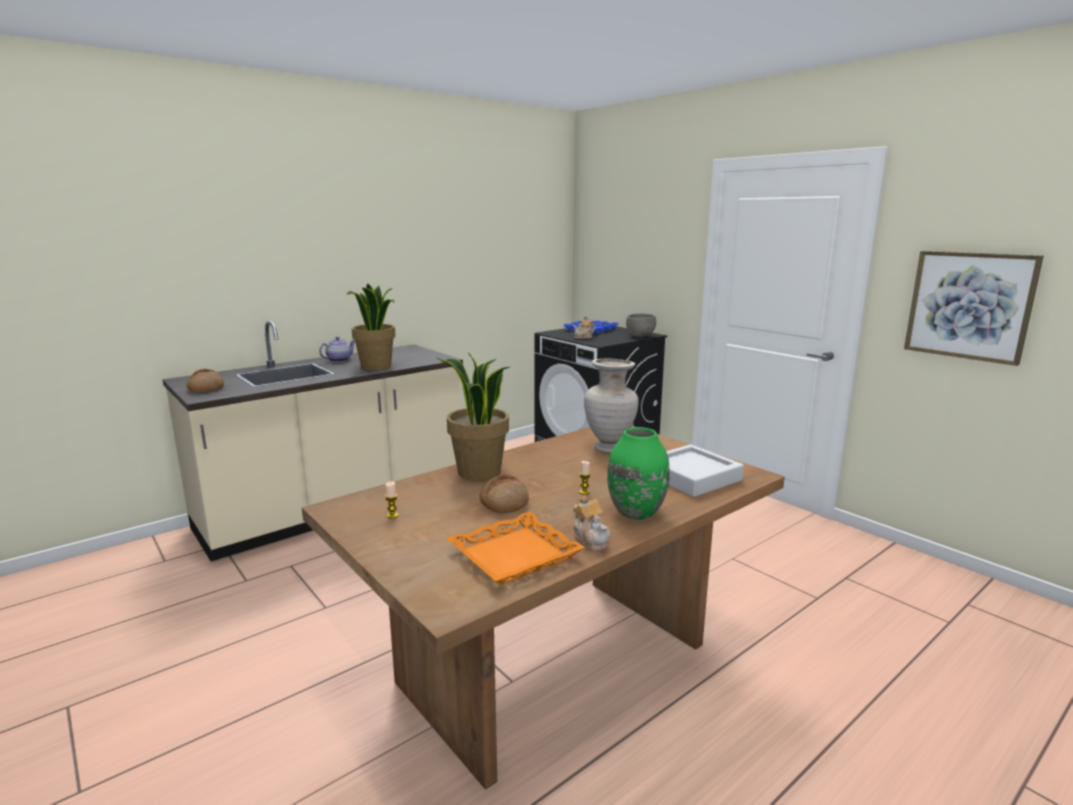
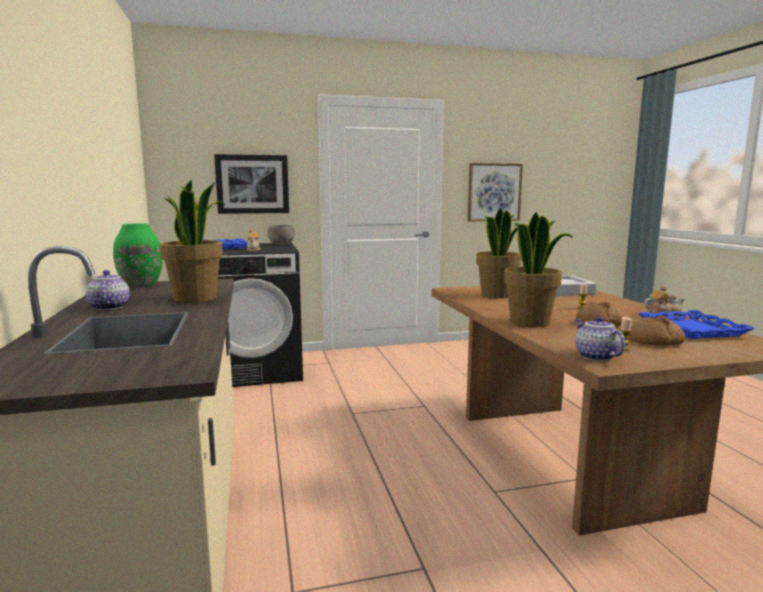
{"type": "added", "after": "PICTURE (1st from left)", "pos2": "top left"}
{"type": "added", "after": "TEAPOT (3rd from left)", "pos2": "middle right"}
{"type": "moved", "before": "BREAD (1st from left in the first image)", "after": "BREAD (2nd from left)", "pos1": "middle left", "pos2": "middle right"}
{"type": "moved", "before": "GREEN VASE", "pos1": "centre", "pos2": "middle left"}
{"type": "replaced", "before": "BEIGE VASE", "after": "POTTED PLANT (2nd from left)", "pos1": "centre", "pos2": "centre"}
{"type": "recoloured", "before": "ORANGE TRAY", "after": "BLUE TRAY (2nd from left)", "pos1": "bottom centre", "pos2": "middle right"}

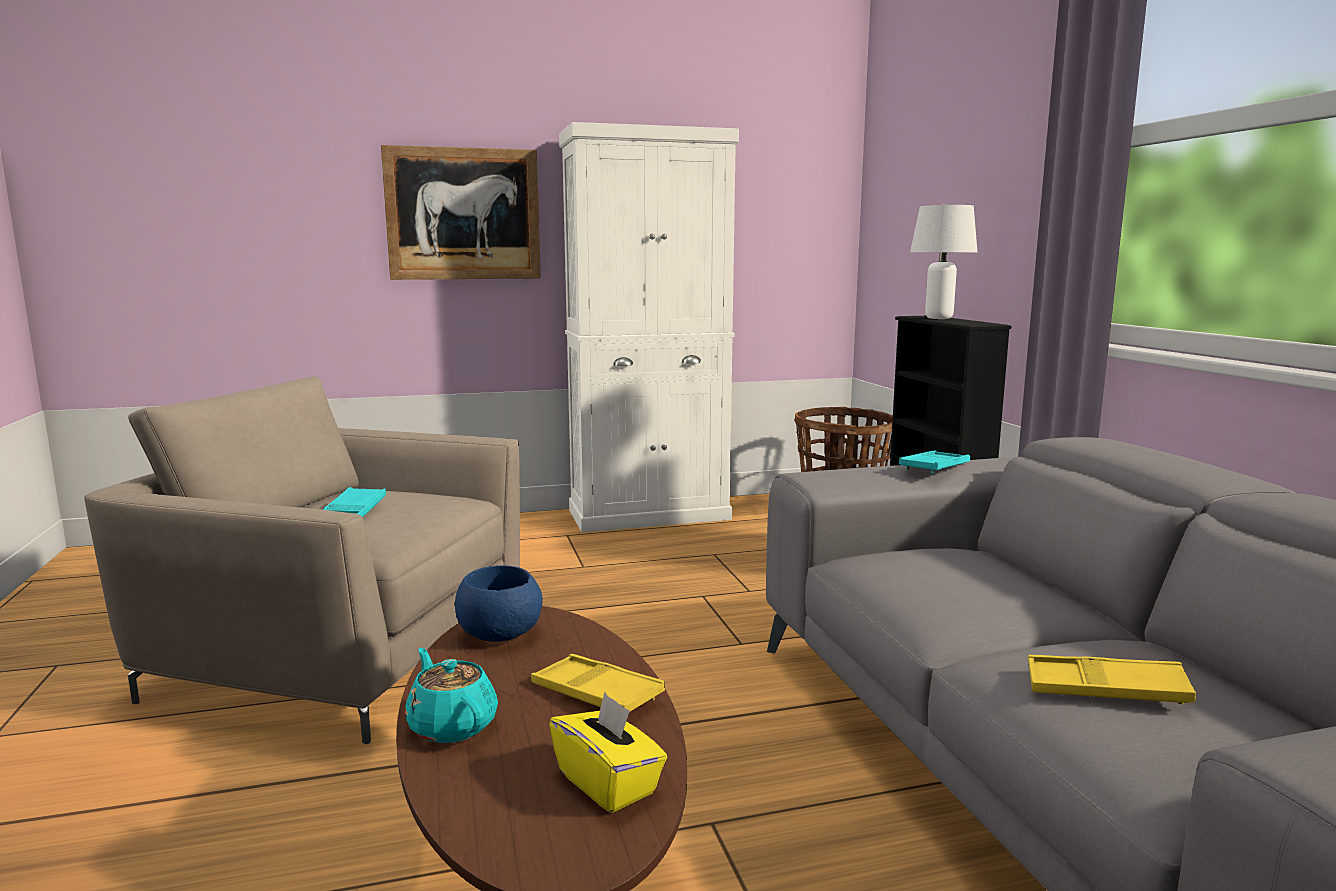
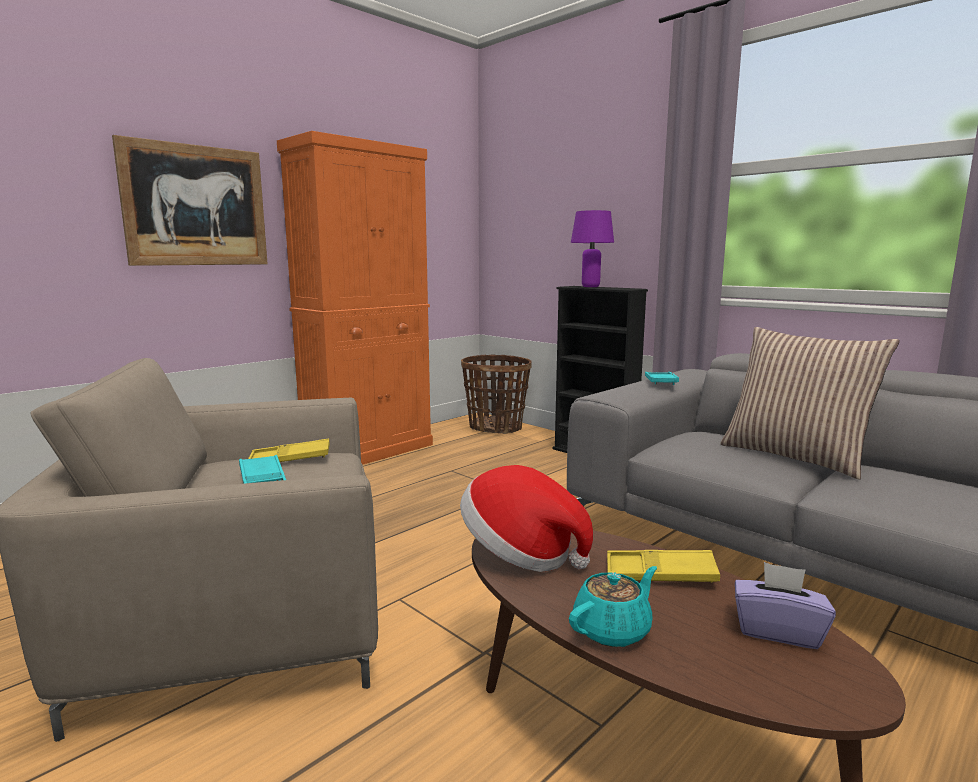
{"type": "added", "after": "PILLOW", "pos2": "middle right"}
{"type": "moved", "before": "YELLOW TRAY (2nd from left in the first image)", "after": "YELLOW TRAY (1st from left)", "pos1": "bottom right", "pos2": "middle left"}
{"type": "replaced", "before": "BLUE BOWL", "after": "HAT", "pos1": "bottom centre", "pos2": "centre"}
{"type": "recoloured", "before": "YELLOW TISSUE BOX", "after": "PURPLE TISSUE BOX", "pos1": "bottom centre", "pos2": "bottom right"}
{"type": "recoloured", "before": "WHITE CABINET", "after": "ORANGE CABINET", "pos1": "centre", "pos2": "centre"}
{"type": "recoloured", "before": "WHITE TABLE LAMP", "after": "PURPLE TABLE LAMP", "pos1": "top right", "pos2": "top centre"}
{"type": "turned", "before": "TURQUOISE TEAPOT", "pos1": "bottom centre", "pos2": "bottom centre", "turn": 120}

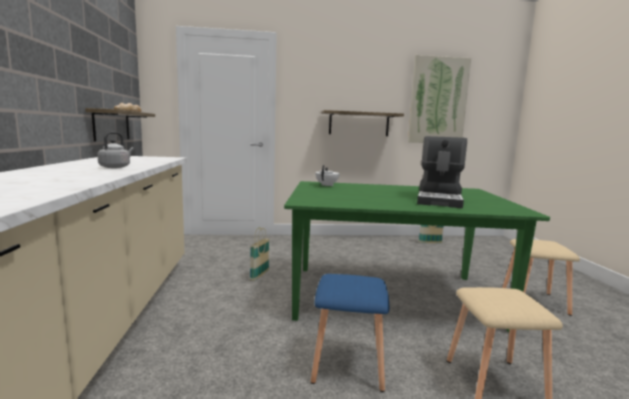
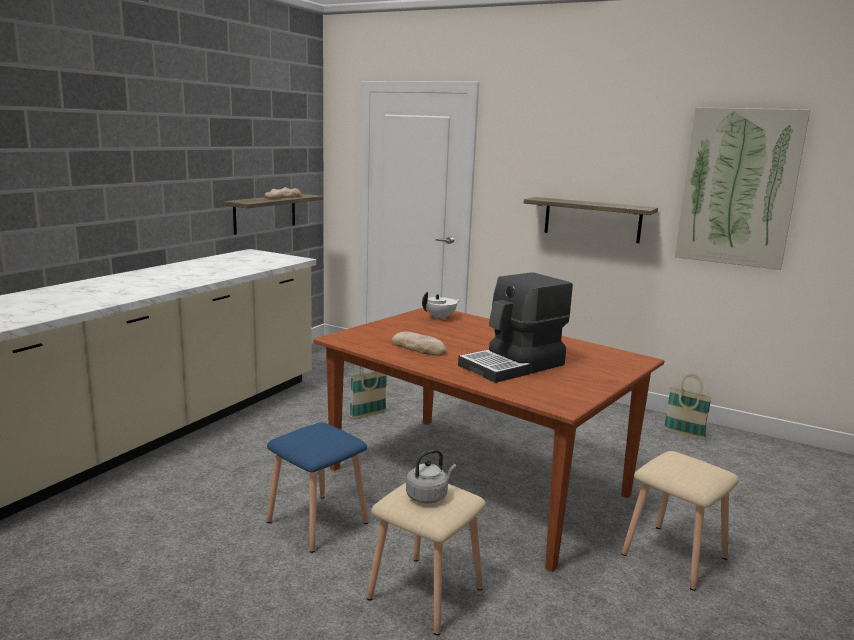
{"type": "added", "after": "BREAD (2nd from left)", "pos2": "centre"}
{"type": "moved", "before": "GREY KETTLE", "pos1": "middle left", "pos2": "bottom centre"}
{"type": "recoloured", "before": "GREEN DINING TABLE", "after": "BROWN DINING TABLE", "pos1": "centre", "pos2": "bottom centre"}

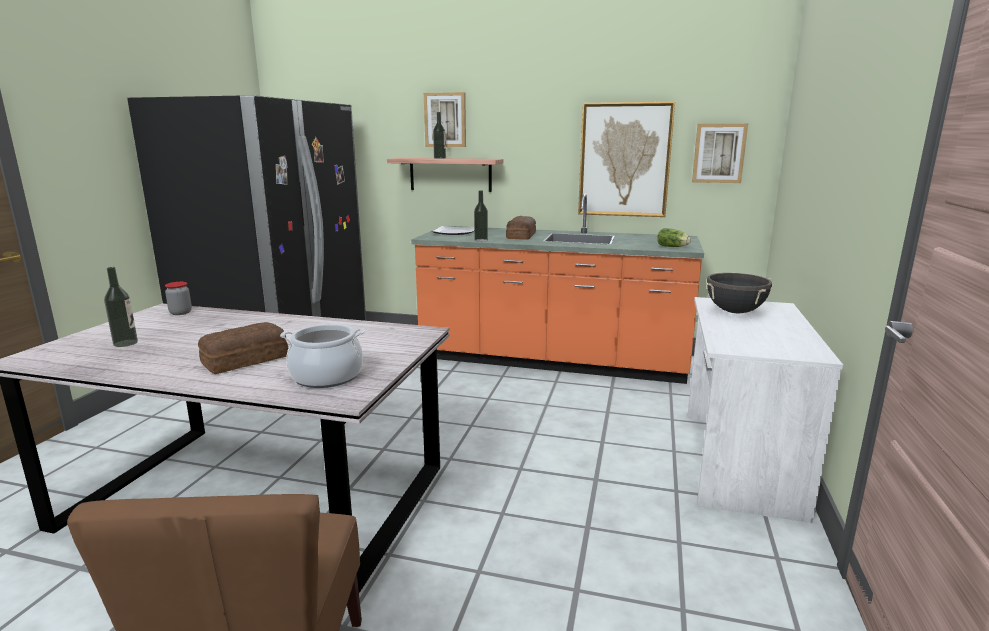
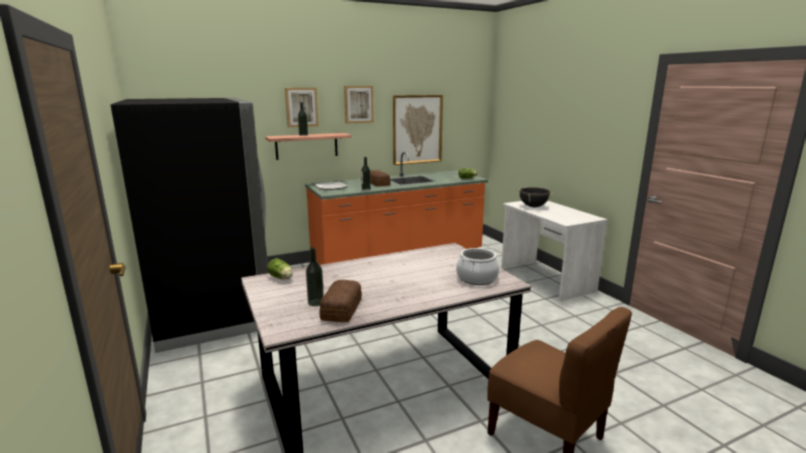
{"type": "moved", "before": "BREAD (1st from left)", "pos1": "middle left", "pos2": "centre"}
{"type": "moved", "before": "PICTURE (3rd from left in the first image)", "after": "PICTURE (2nd from left)", "pos1": "top right", "pos2": "top centre"}
{"type": "replaced", "before": "JAR", "after": "LETTUCE (1st from left)", "pos1": "middle left", "pos2": "centre"}

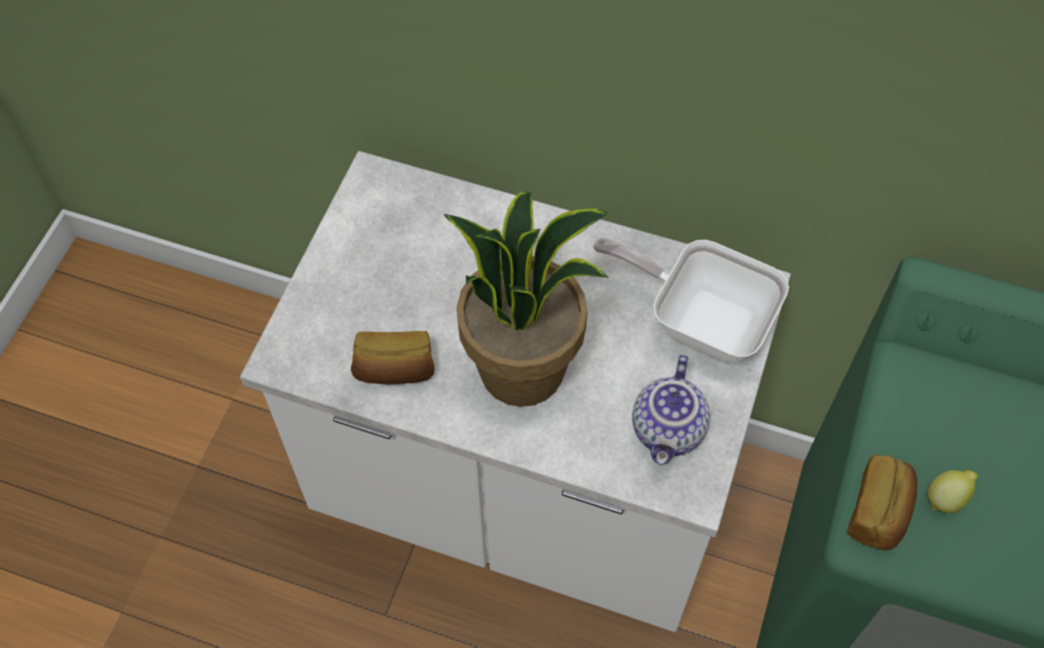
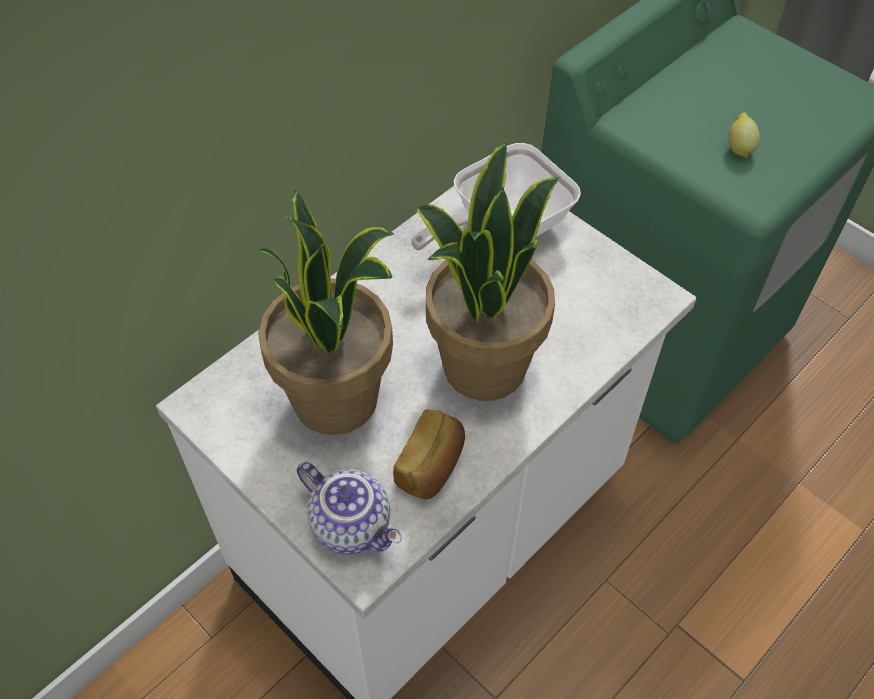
{"type": "removed", "before": "BREAD (2nd from left)", "pos1": "bottom right"}
{"type": "added", "after": "POTTED PLANT (1st from left)", "pos2": "centre"}
{"type": "moved", "before": "TEAPOT", "pos1": "centre", "pos2": "bottom centre"}

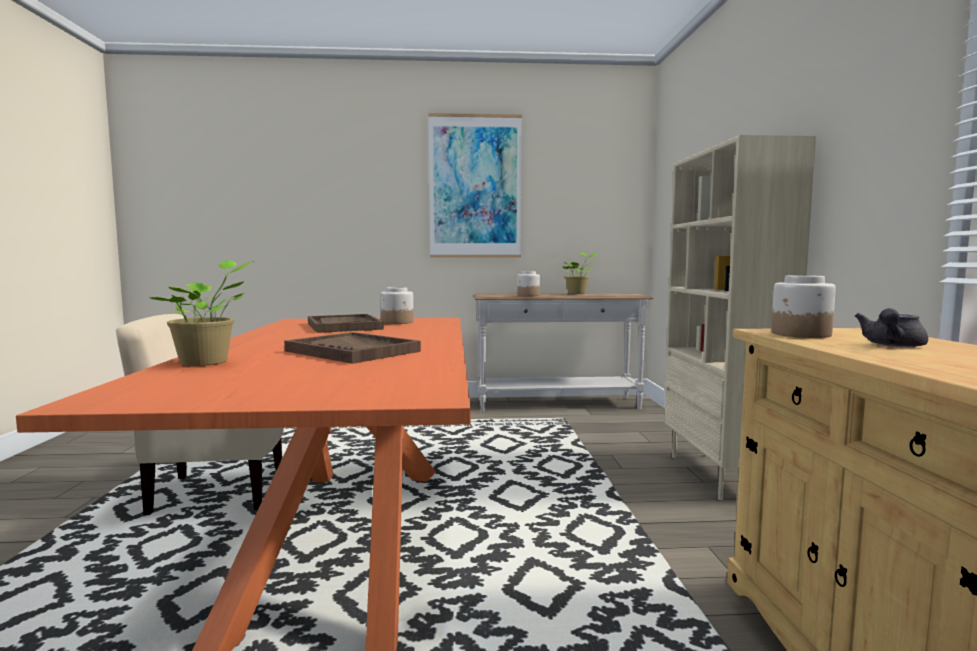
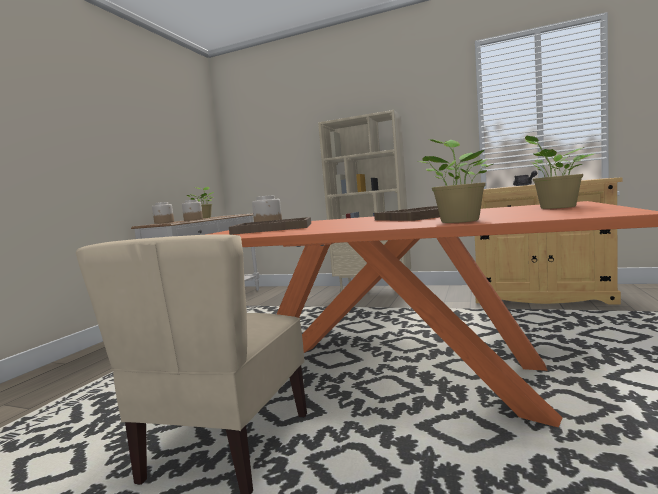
{"type": "removed", "before": "PICTURE", "pos1": "top centre"}
{"type": "added", "after": "POTTED PLANT (3rd from left)", "pos2": "middle right"}
{"type": "moved", "before": "JAR (3rd from left in the first image)", "after": "JAR (1st from left)", "pos1": "middle right", "pos2": "middle left"}

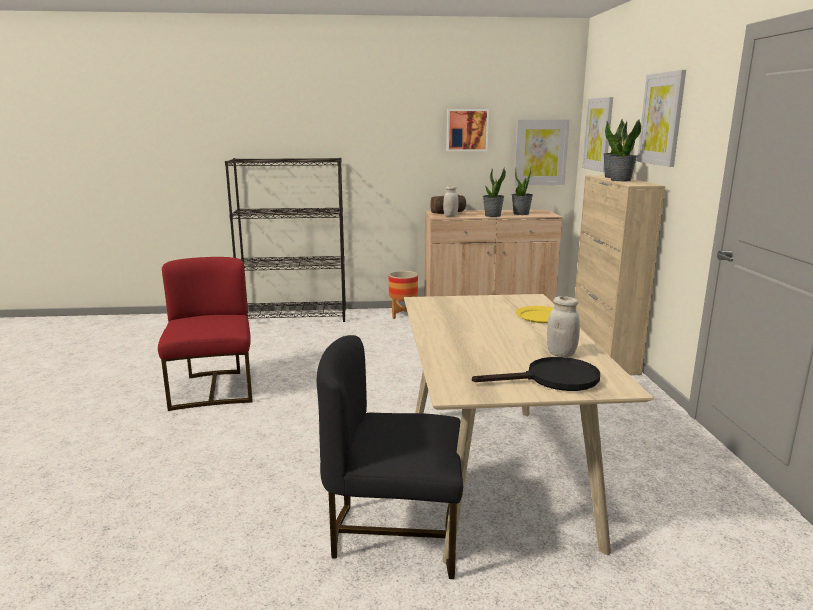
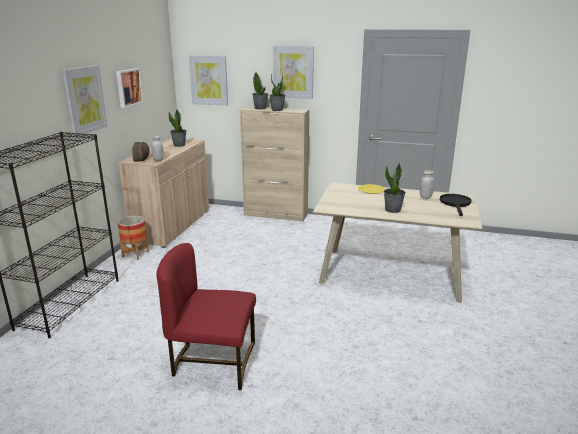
{"type": "removed", "before": "BLACK CHAIR", "pos1": "bottom centre"}
{"type": "moved", "before": "POTTED PLANT (1st from left in the first image)", "after": "POTTED PLANT (4th from left)", "pos1": "top centre", "pos2": "middle right"}
{"type": "moved", "before": "PICTURE (2nd from left in the first image)", "after": "PICTURE (1st from left)", "pos1": "top centre", "pos2": "top left"}

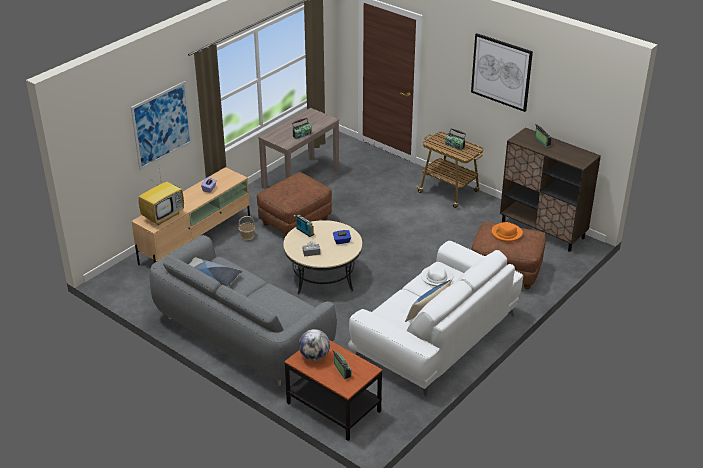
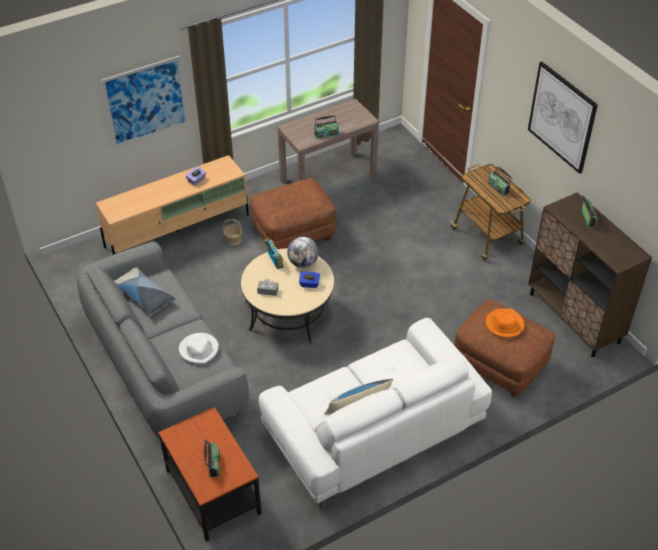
{"type": "removed", "before": "TELEVISION", "pos1": "middle left"}
{"type": "moved", "before": "GLOBE", "pos1": "bottom centre", "pos2": "centre"}
{"type": "moved", "before": "WHITE HAT", "pos1": "centre", "pos2": "middle left"}

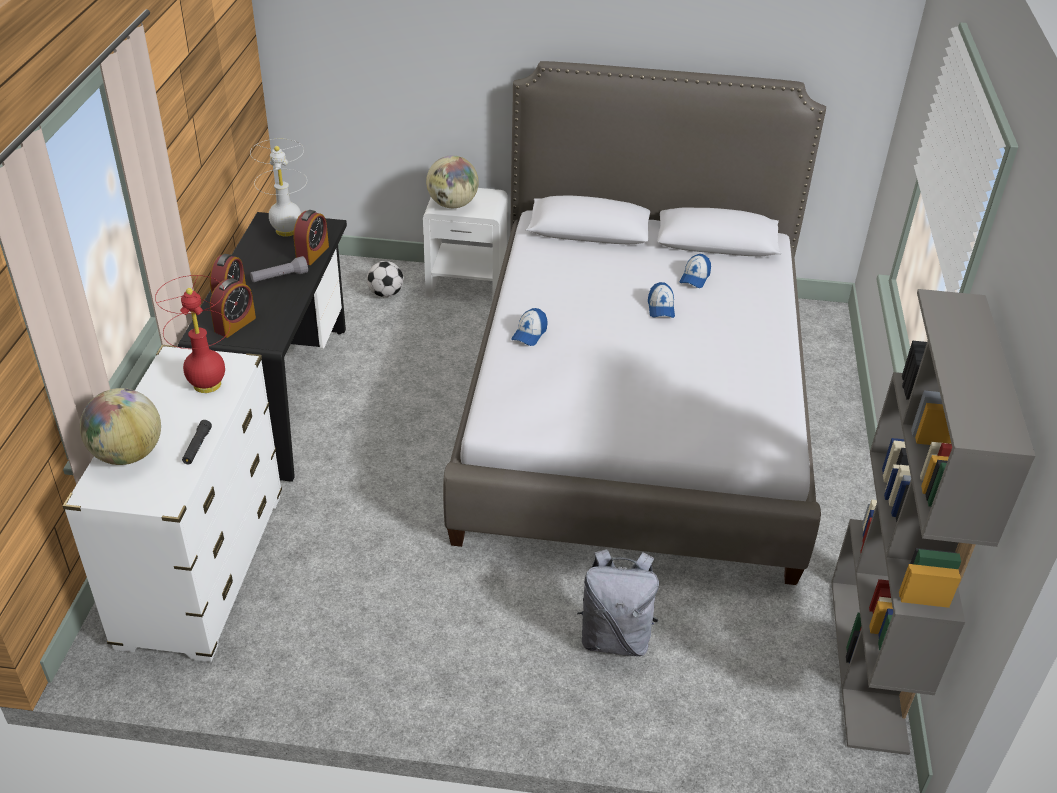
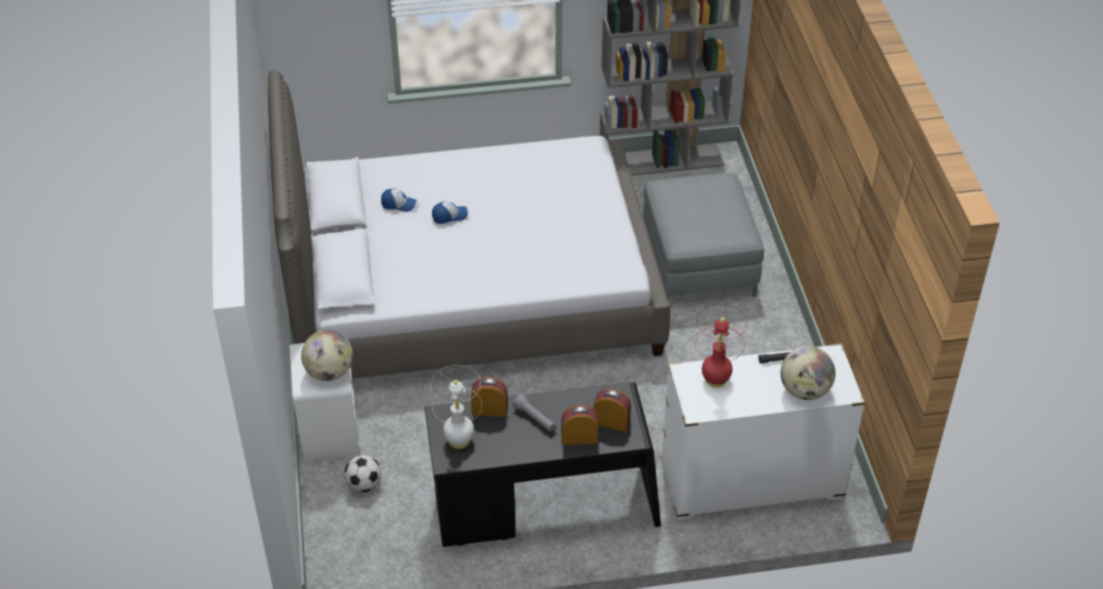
{"type": "removed", "before": "CAP (1st from left)", "pos1": "centre"}
{"type": "replaced", "before": "GREY BACKPACK", "after": "GREY OTTOMAN", "pos1": "bottom centre", "pos2": "centre"}

